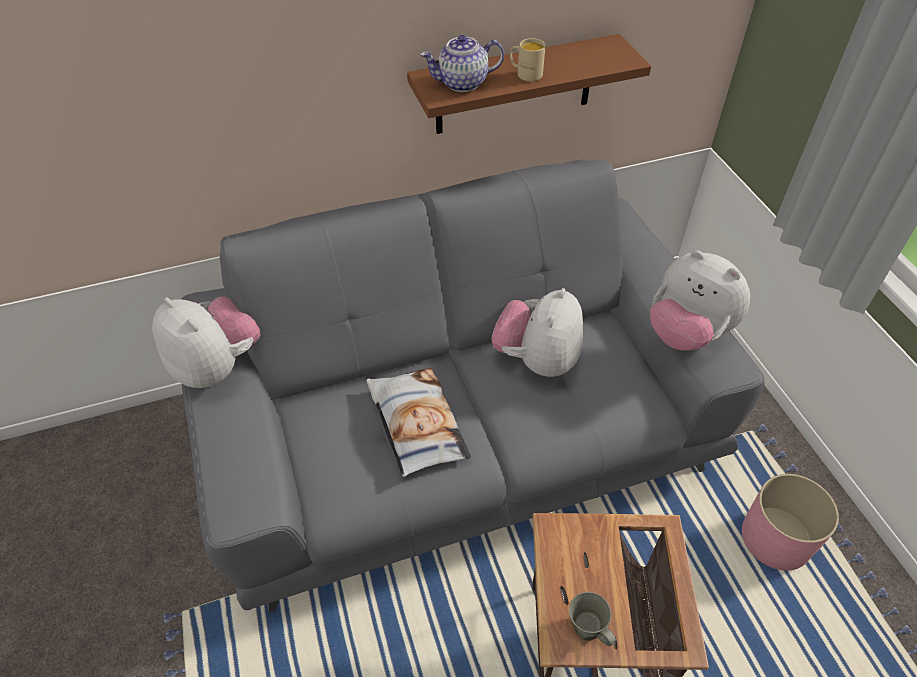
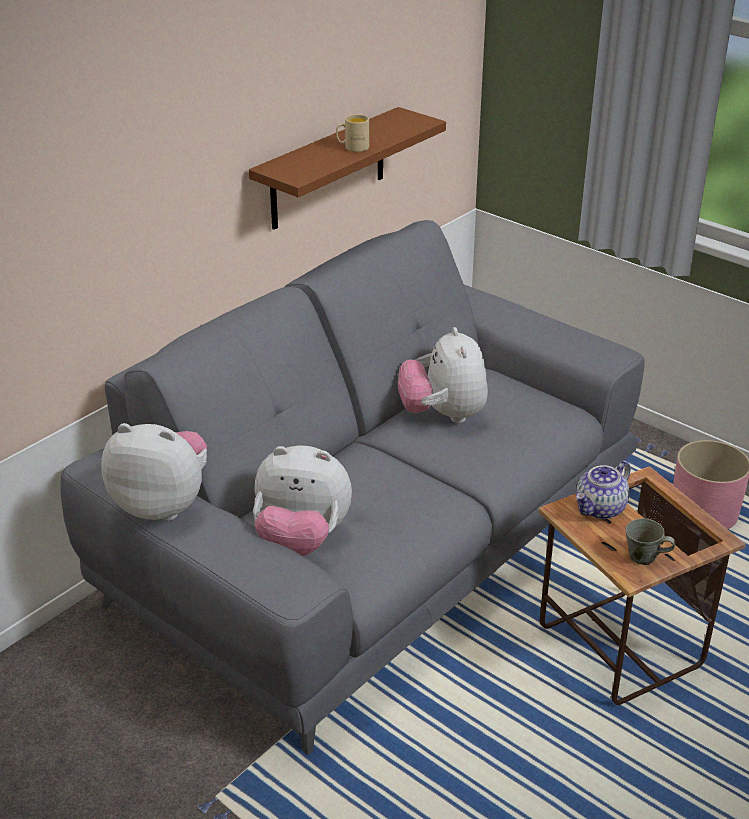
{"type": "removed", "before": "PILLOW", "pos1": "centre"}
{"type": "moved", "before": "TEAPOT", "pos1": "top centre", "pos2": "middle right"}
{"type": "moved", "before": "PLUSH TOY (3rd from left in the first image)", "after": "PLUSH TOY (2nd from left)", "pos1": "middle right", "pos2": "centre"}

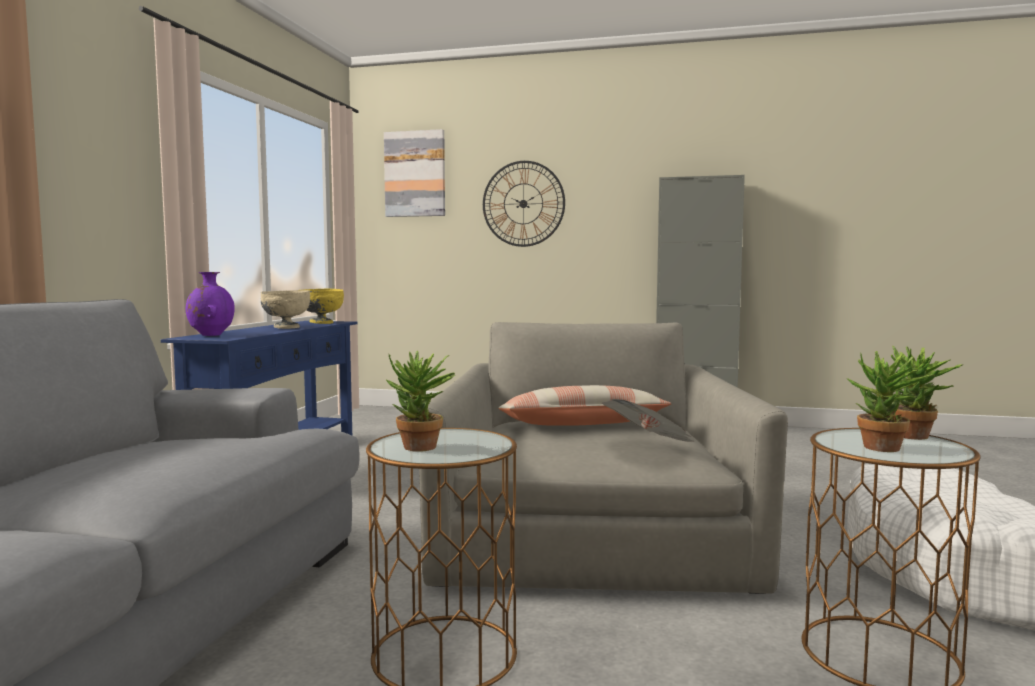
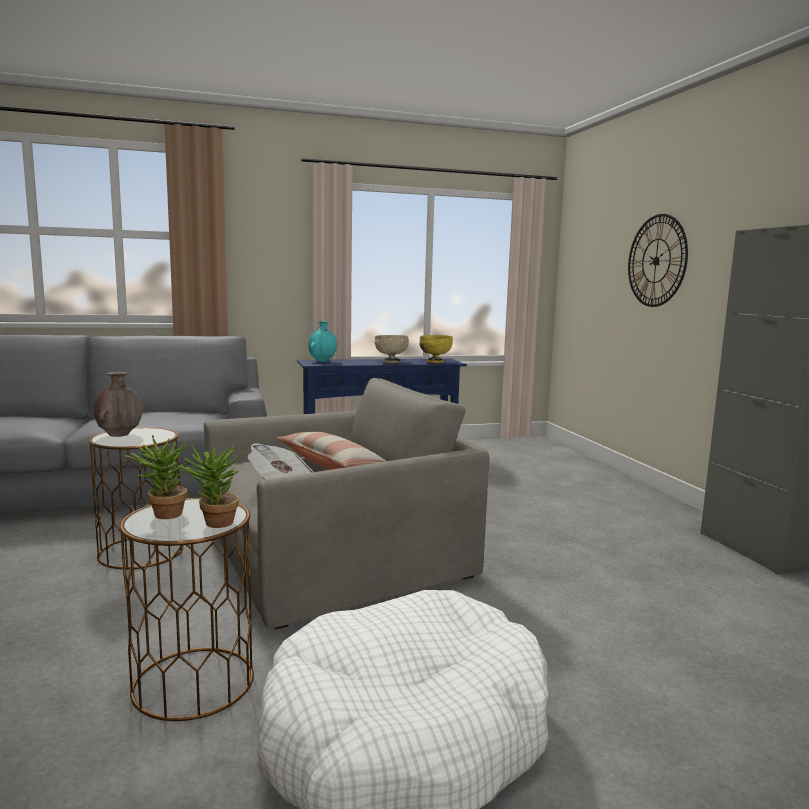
{"type": "removed", "before": "PICTURE", "pos1": "top centre"}
{"type": "replaced", "before": "POTTED PLANT (1st from left)", "after": "BROWN VASE", "pos1": "centre", "pos2": "middle left"}
{"type": "recoloured", "before": "PURPLE VASE", "after": "TURQUOISE VASE", "pos1": "middle left", "pos2": "centre"}

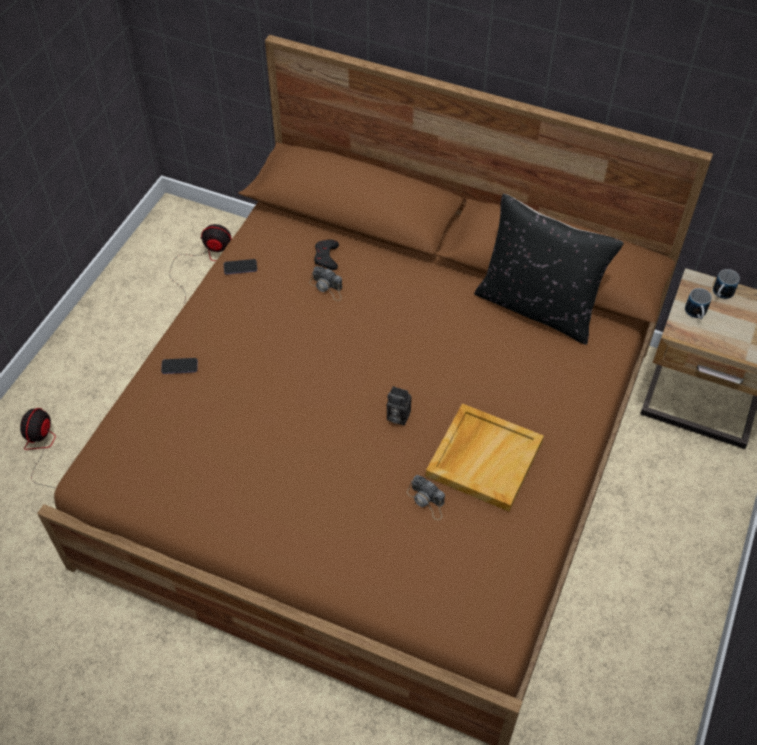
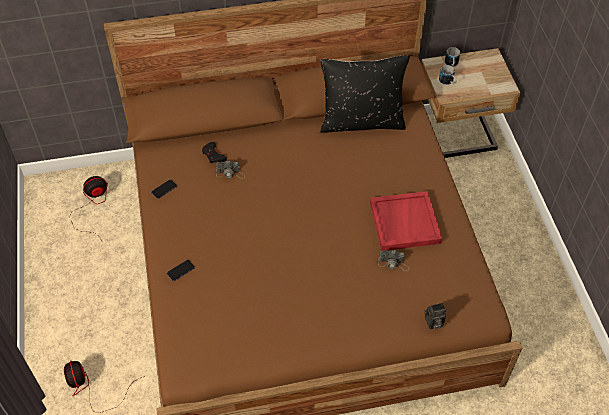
{"type": "moved", "before": "PHOTO CAMERA (2nd from left in the first image)", "after": "PHOTO CAMERA (3rd from left)", "pos1": "centre", "pos2": "bottom right"}
{"type": "recoloured", "before": "BEIGE TRAY", "after": "RED TRAY", "pos1": "centre", "pos2": "middle right"}

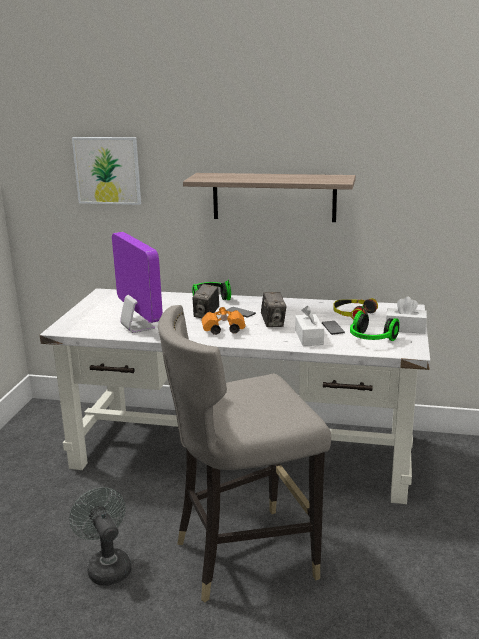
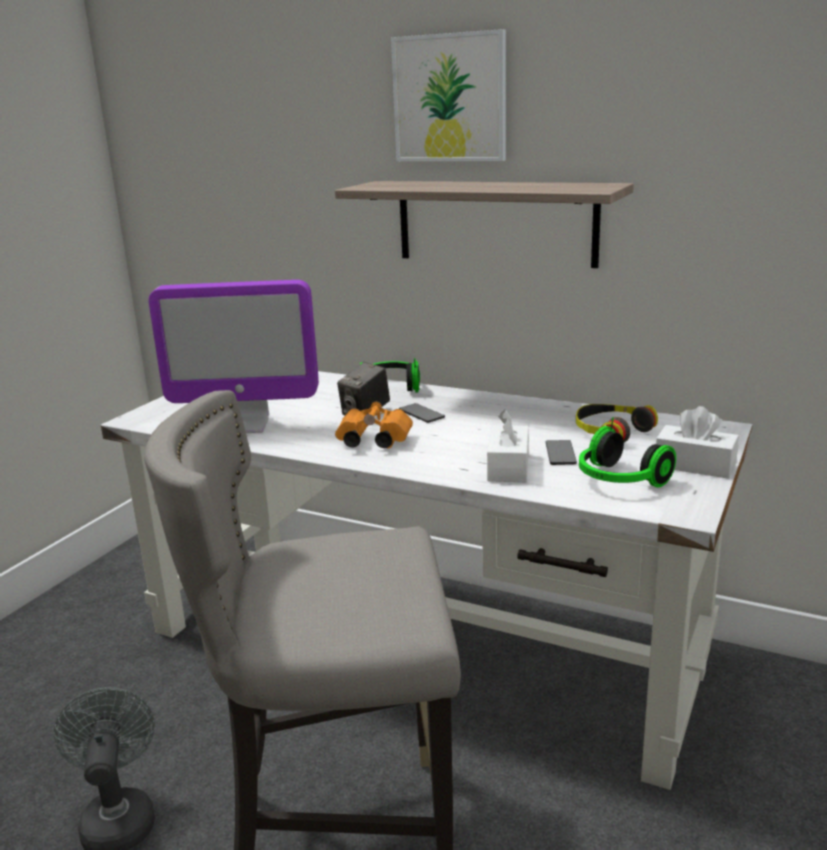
{"type": "removed", "before": "PHOTO CAMERA (2nd from left)", "pos1": "centre"}
{"type": "moved", "before": "PICTURE", "pos1": "top left", "pos2": "top centre"}
{"type": "turned", "before": "MONITOR", "pos1": "middle left", "pos2": "middle left", "turn": 105}

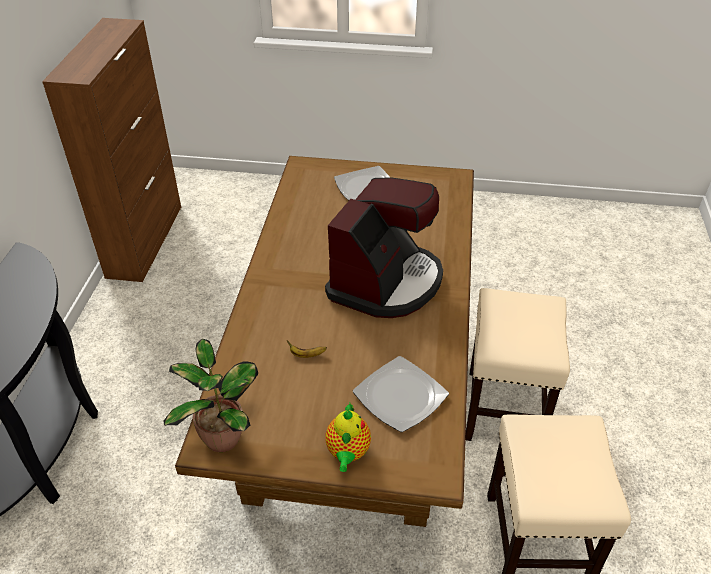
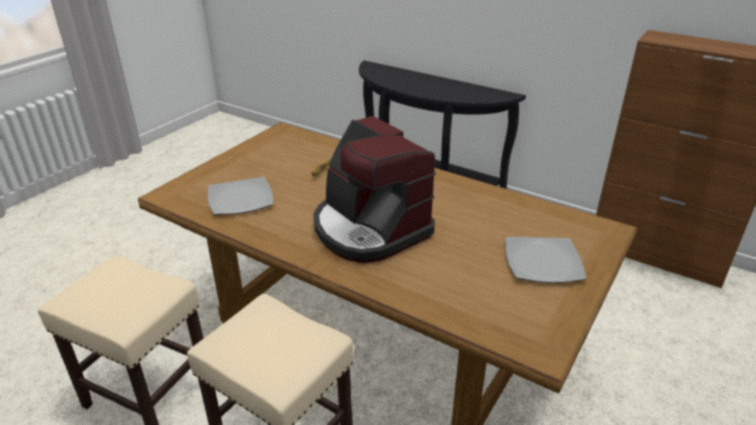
{"type": "removed", "before": "POTTED PLANT", "pos1": "bottom left"}
{"type": "removed", "before": "TEAPOT", "pos1": "bottom centre"}

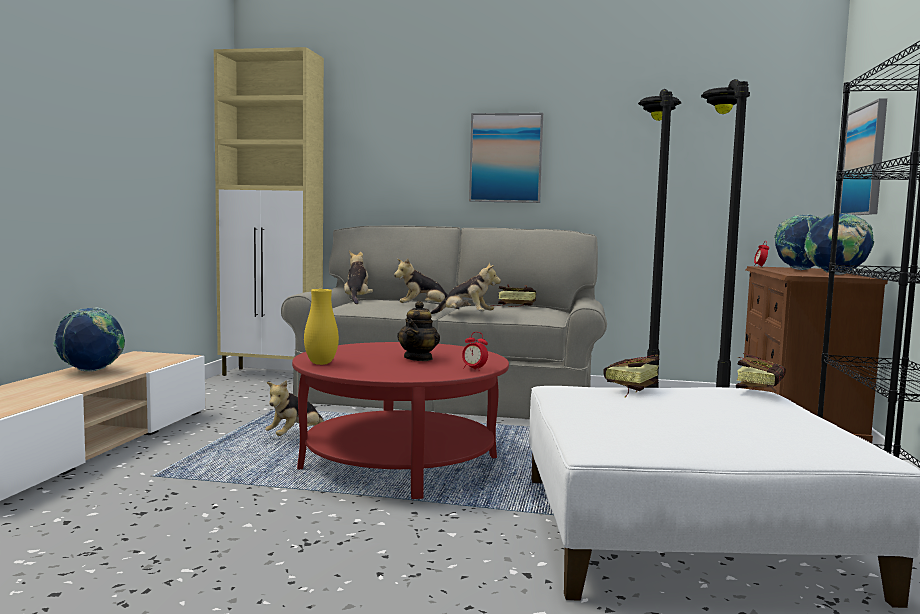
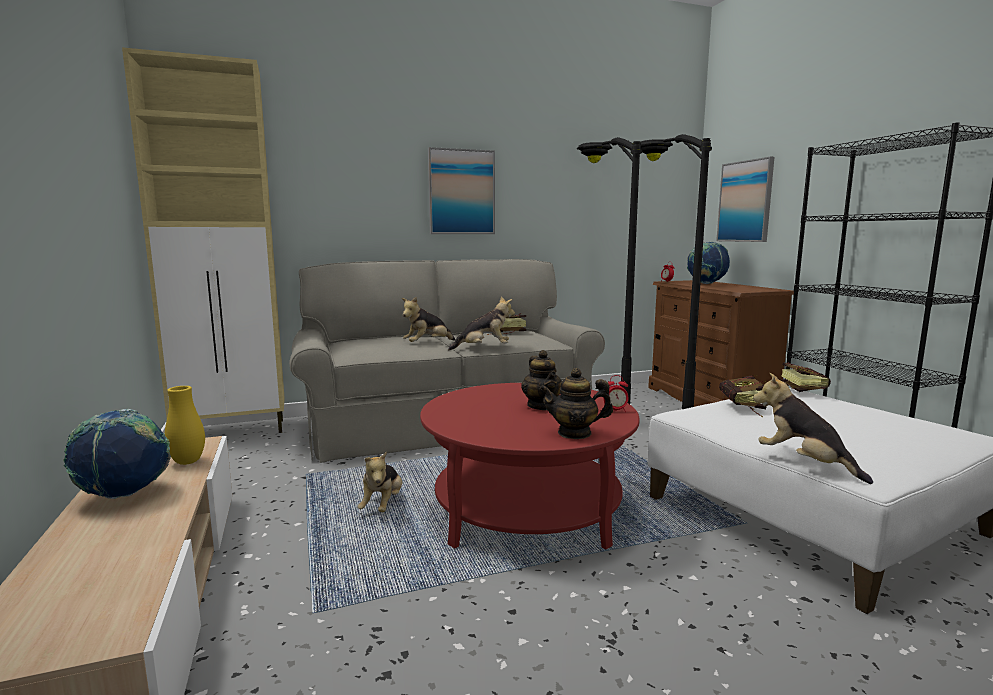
{"type": "removed", "before": "GLOBE (3rd from left)", "pos1": "middle right"}
{"type": "added", "after": "TEAPOT (2nd from left)", "pos2": "centre"}
{"type": "moved", "before": "YELLOW VASE", "pos1": "centre", "pos2": "middle left"}
{"type": "moved", "before": "PLUSH TOY (2nd from left in the first image)", "after": "PLUSH TOY (4th from left)", "pos1": "centre", "pos2": "middle right"}

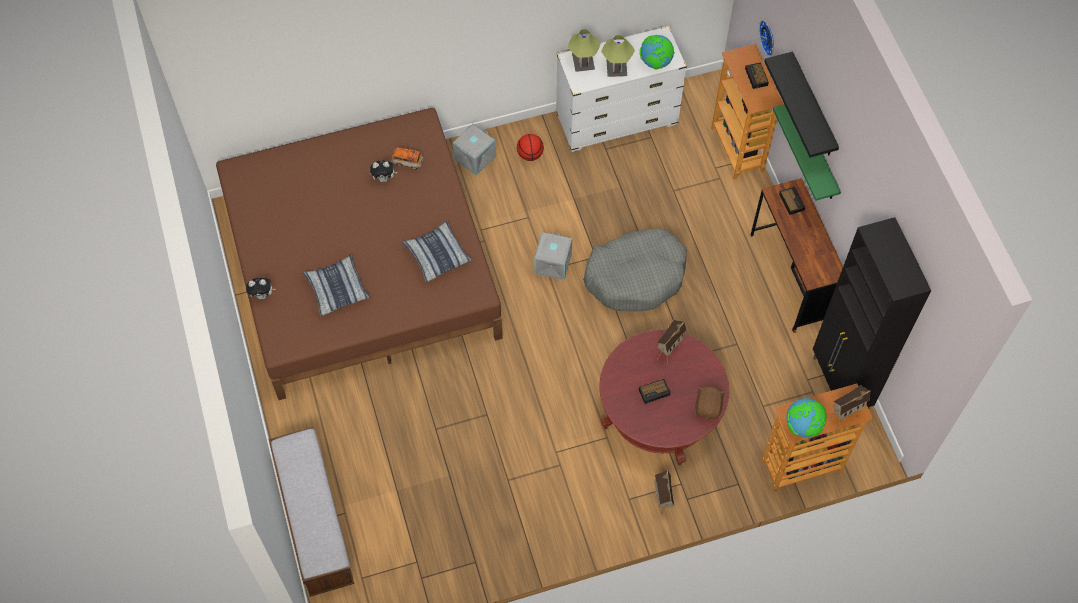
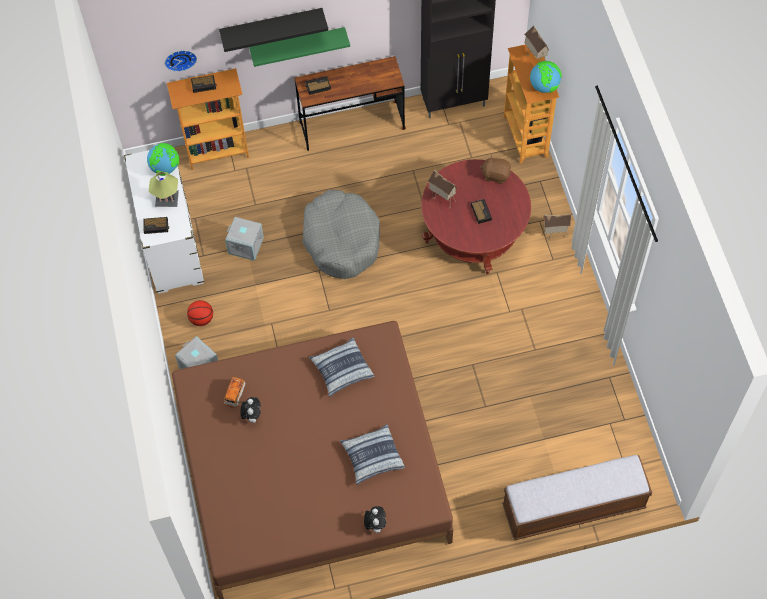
{"type": "moved", "before": "GREY STORAGE BOX (2nd from left)", "pos1": "centre", "pos2": "middle left"}
{"type": "replaced", "before": "TABLE LAMP (1st from left)", "after": "ALARM CLOCK (1st from left)", "pos1": "top centre", "pos2": "middle left"}

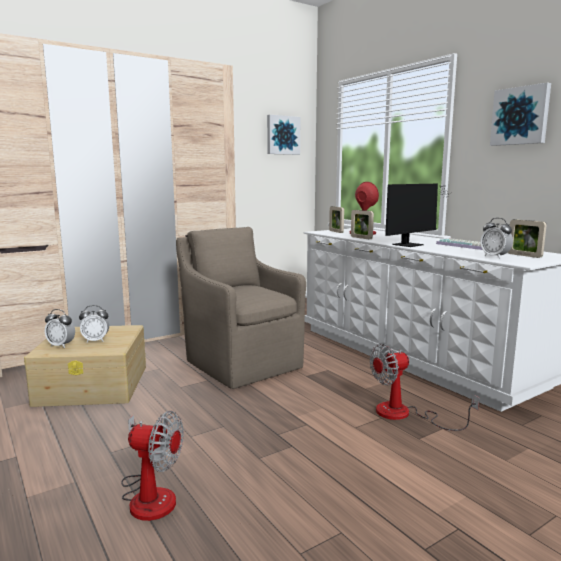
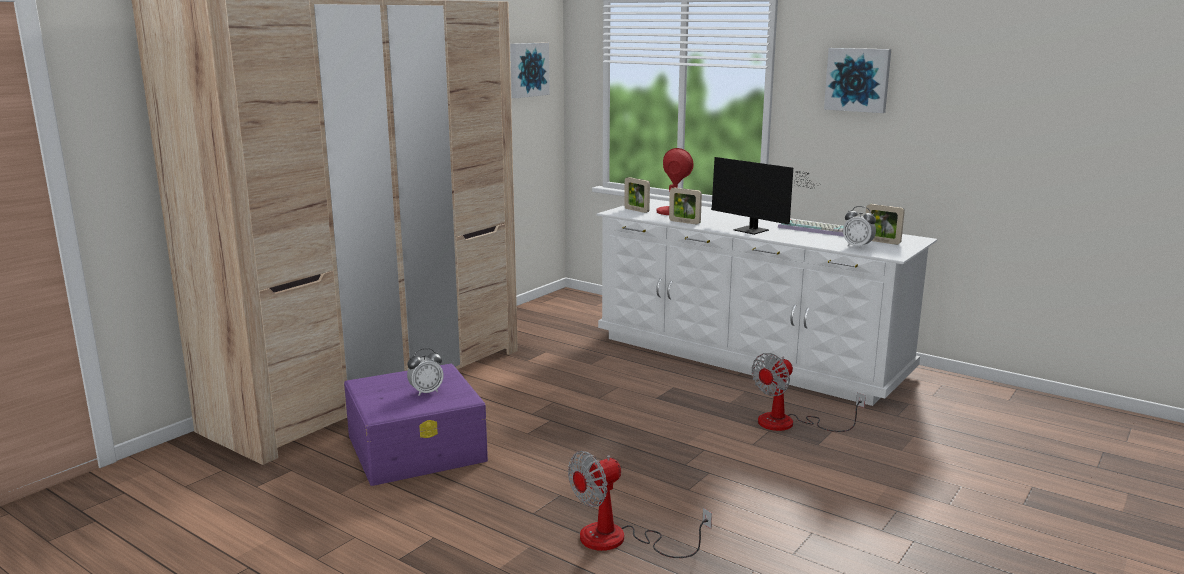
{"type": "removed", "before": "ALARM CLOCK (1st from left)", "pos1": "middle left"}
{"type": "removed", "before": "BROWN ARMCHAIR", "pos1": "centre"}
{"type": "recoloured", "before": "BEIGE STORAGE BOX", "after": "PURPLE STORAGE BOX", "pos1": "middle left", "pos2": "bottom centre"}
{"type": "turned", "before": "FAN (1st from left)", "pos1": "bottom left", "pos2": "bottom centre", "turn": 150}
{"type": "turned", "before": "MONITOR", "pos1": "middle right", "pos2": "centre", "turn": 105}

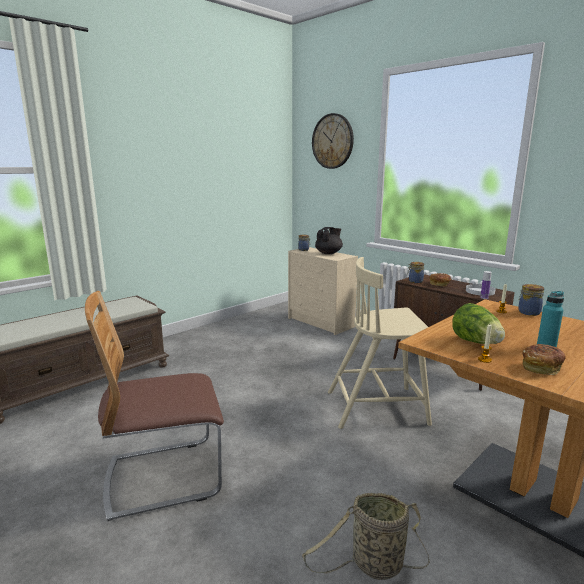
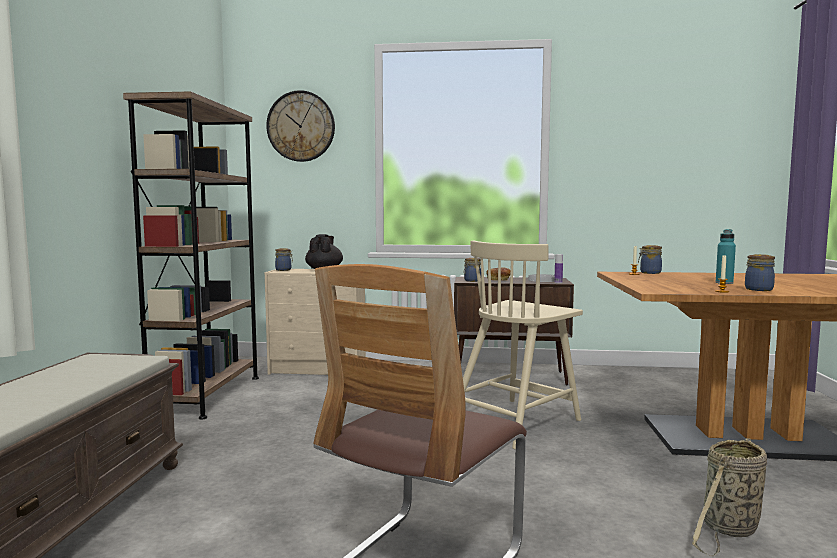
{"type": "removed", "before": "LETTUCE", "pos1": "middle right"}
{"type": "added", "after": "BROWN BOOKCASE", "pos2": "middle left"}
{"type": "replaced", "before": "BREAD (2nd from left)", "after": "JAR (4th from left)", "pos1": "middle right", "pos2": "middle right"}

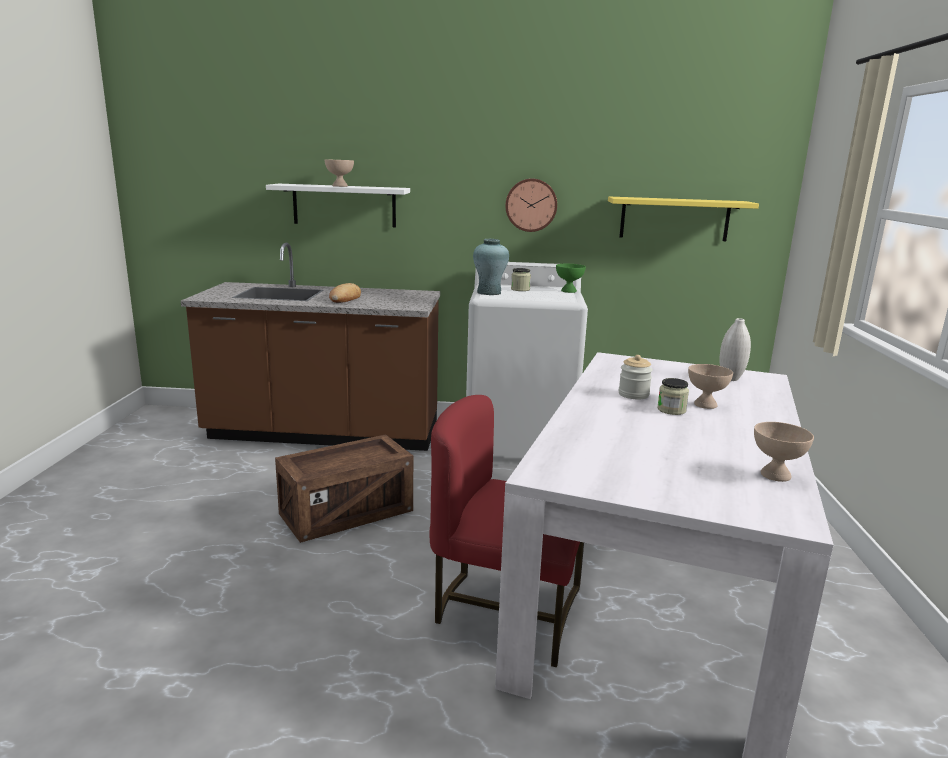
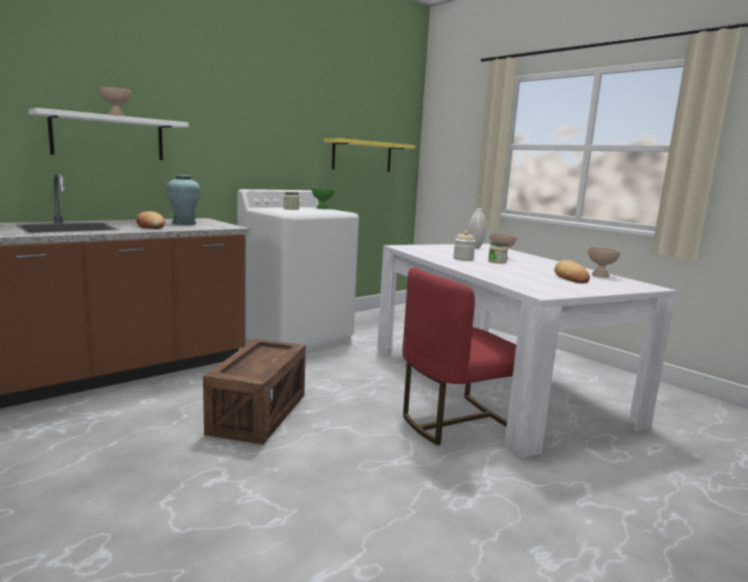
{"type": "removed", "before": "WALL CLOCK", "pos1": "top centre"}
{"type": "added", "after": "BREAD (2nd from left)", "pos2": "middle right"}
{"type": "moved", "before": "TURQUOISE VASE", "pos1": "centre", "pos2": "middle left"}

